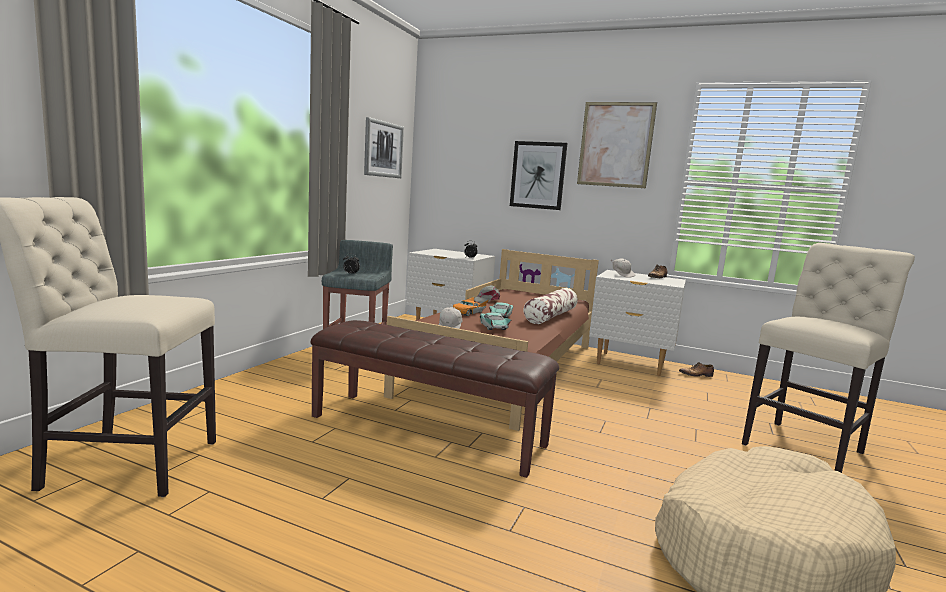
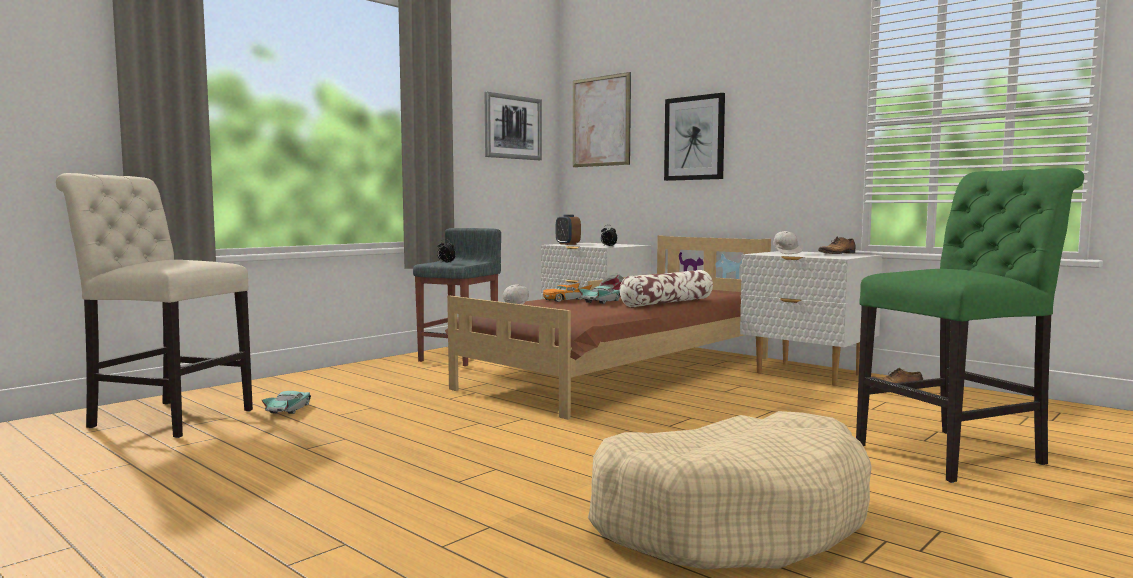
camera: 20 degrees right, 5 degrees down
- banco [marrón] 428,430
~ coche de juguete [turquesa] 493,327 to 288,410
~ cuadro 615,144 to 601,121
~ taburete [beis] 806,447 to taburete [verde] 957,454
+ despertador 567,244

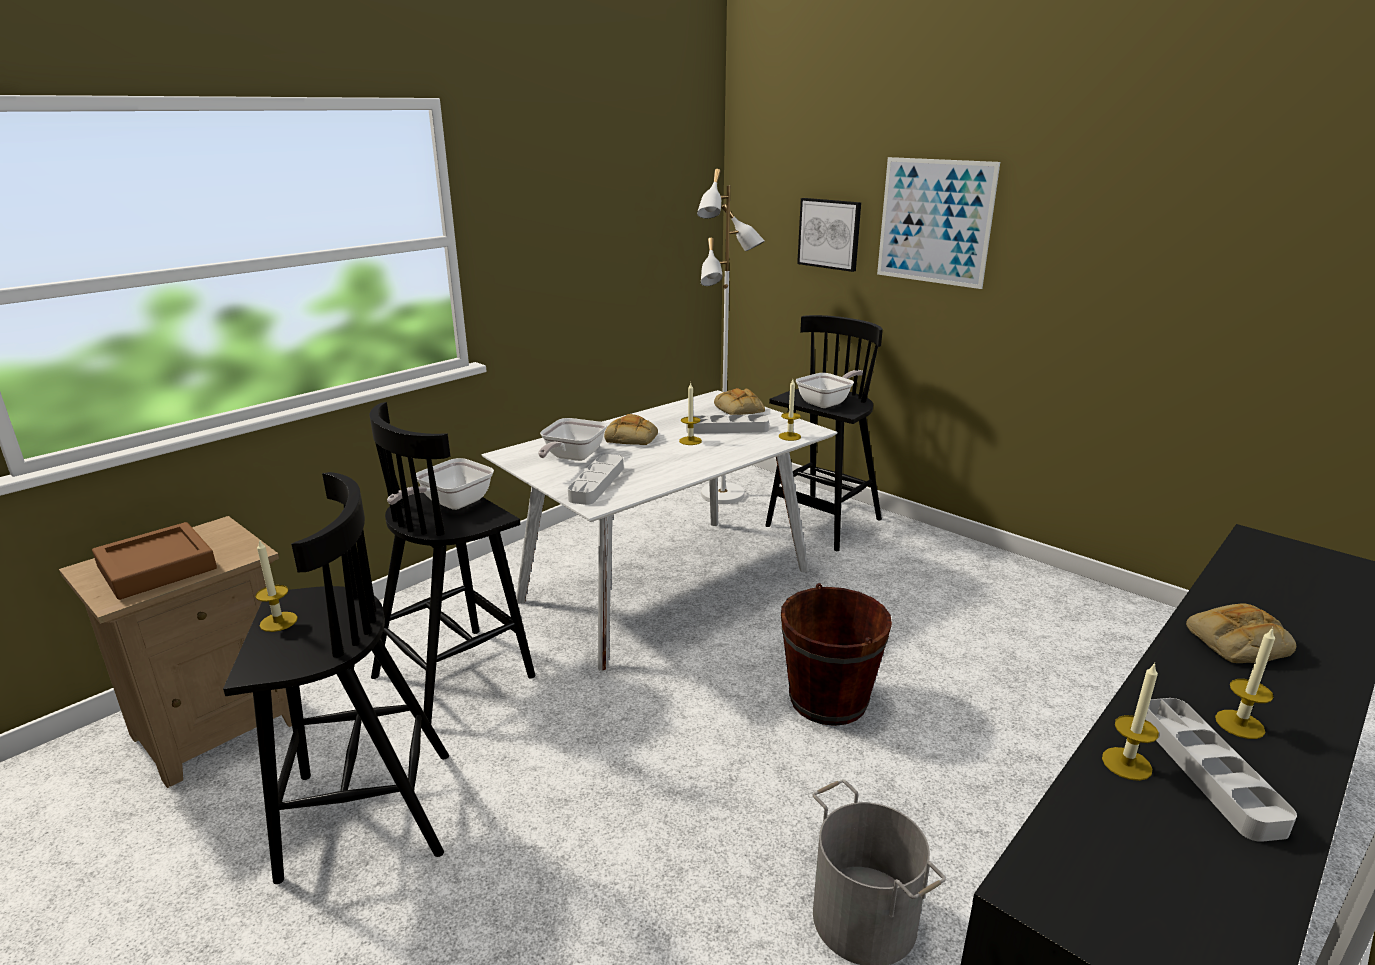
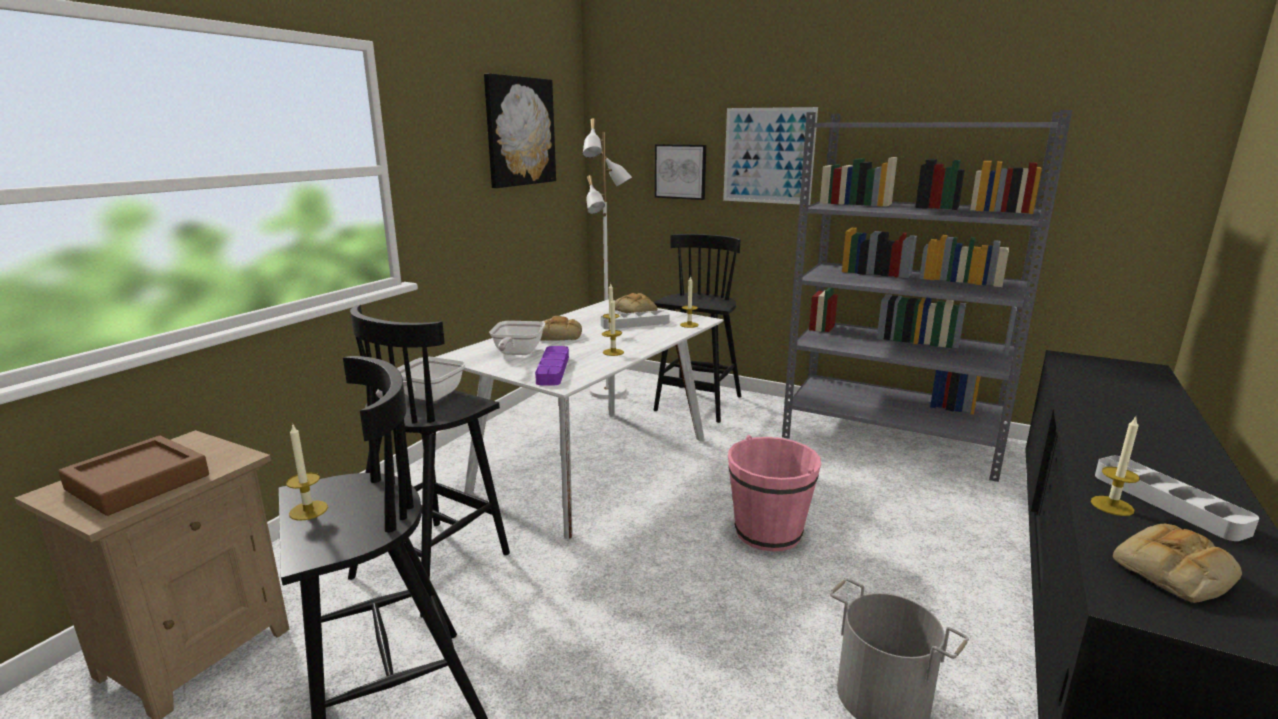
camera: 15 degrees left, 5 degrees down
~ bandeja [gris] 597,483 to bandeja [morado] 553,370
~ cubo [marrón] 828,700 to cubo [rosa] 768,532
- sartén 828,402
~ pan 1237,643 to 1174,573
~ vela 1239,724 to 613,352
+ cuadro 520,131
+ estantería [gris] 891,437

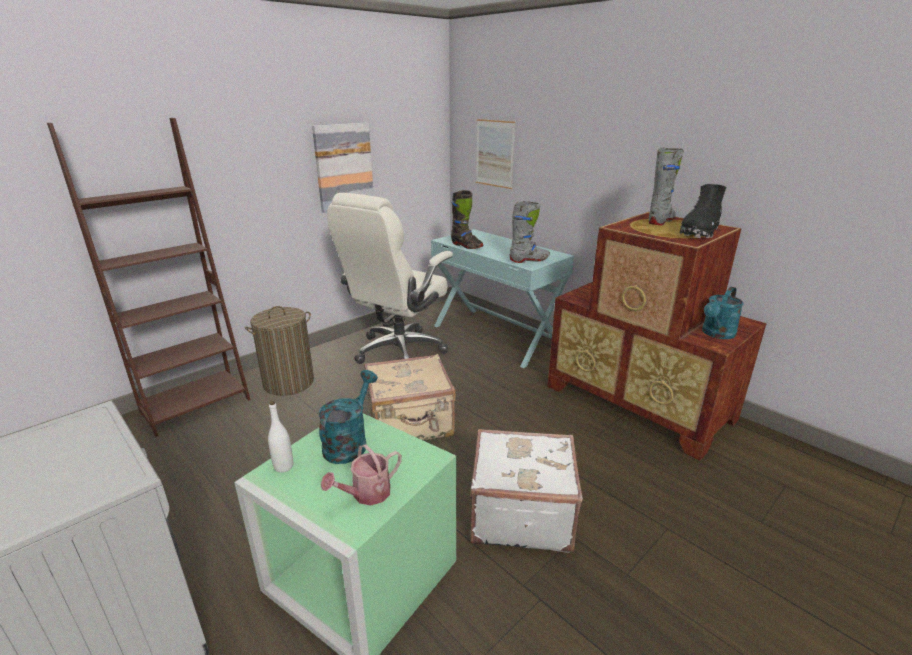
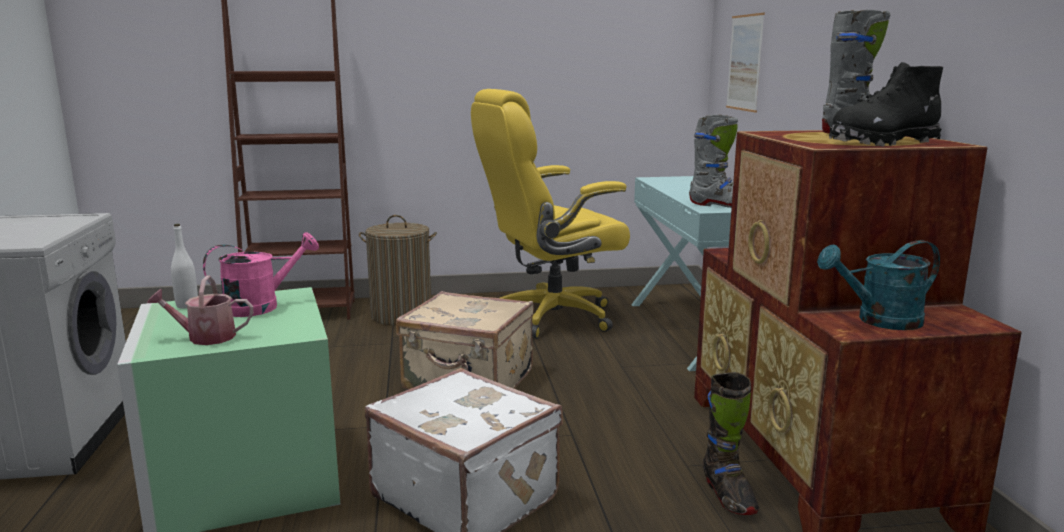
camera: 35 degrees right, 10 degrees down
- cuadro 343,167
~ regadera [turquesa] 349,443 to regadera [rosa] 261,306
~ silla de oficina [blanco] 398,352 to silla de oficina [amarillo] 551,318
~ bota [negro] 466,246 to 728,495

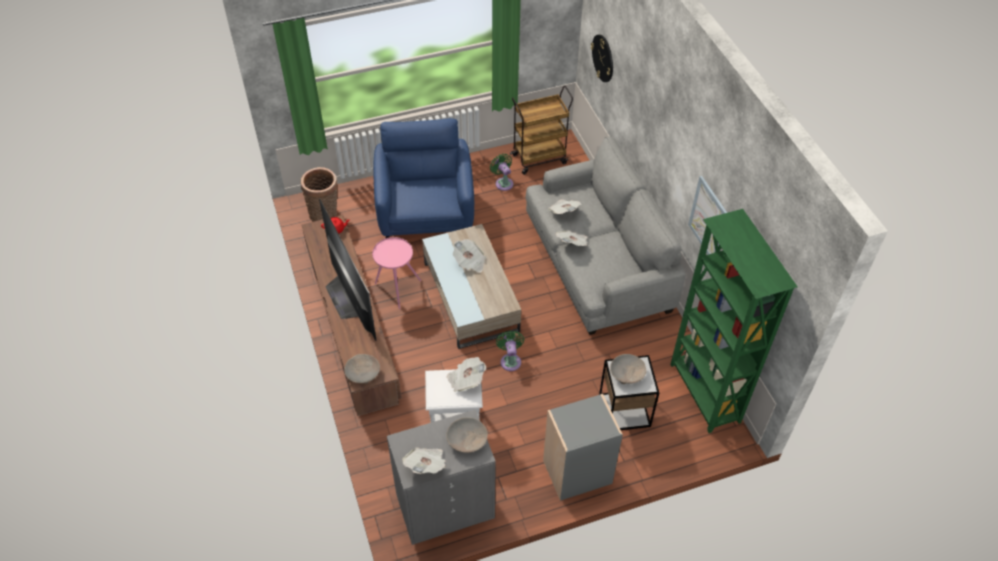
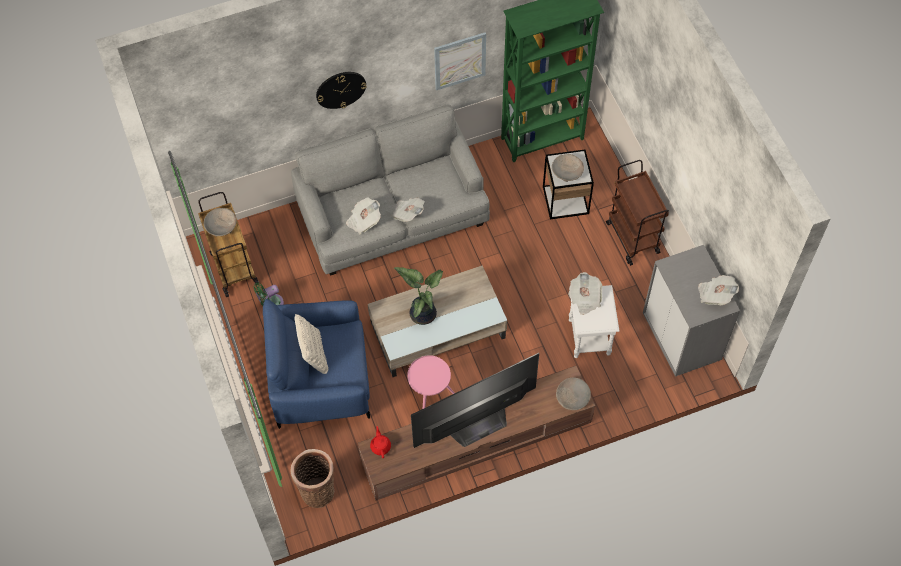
camera: 90 degrees left, 10 degrees up
~ cuenco [beis] 466,439 to 221,226
~ periódico 470,262 to planta en maceta 422,312
- ventilador [verde] 510,360
~ estantería [gris] 577,473 to carrito [marrón] 633,238
~ reloj de pared 603,58 to 340,89
+ cojín [beis] 313,354

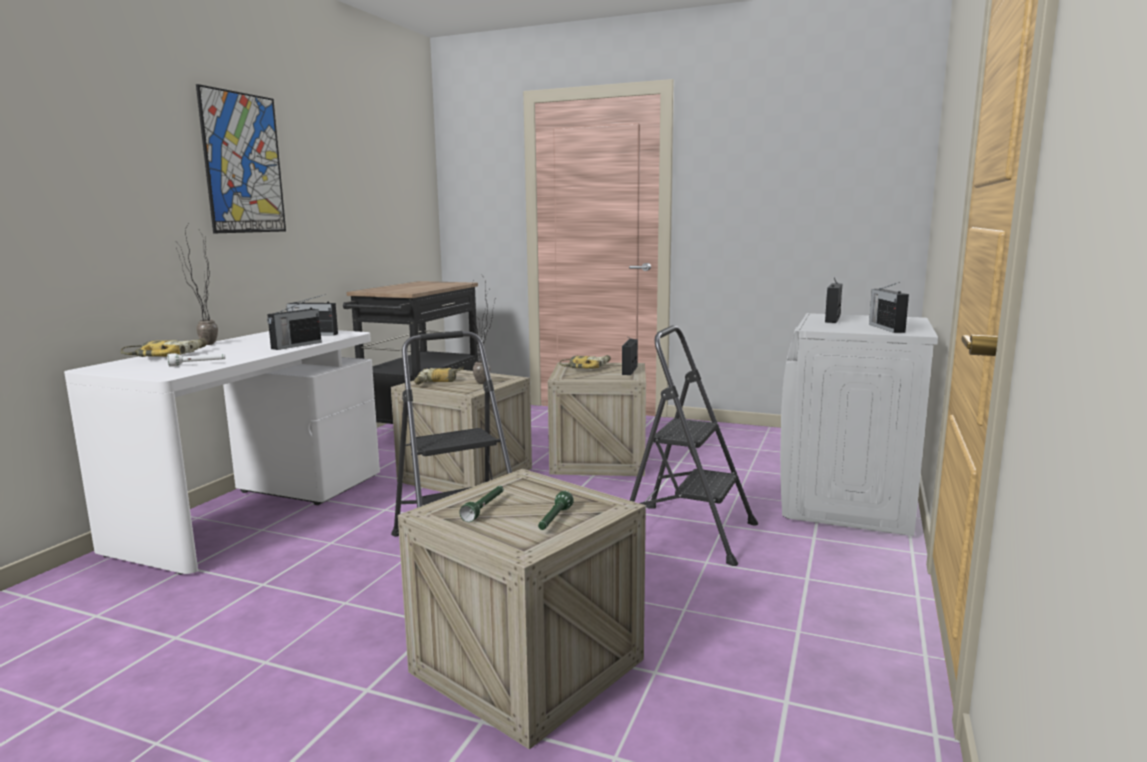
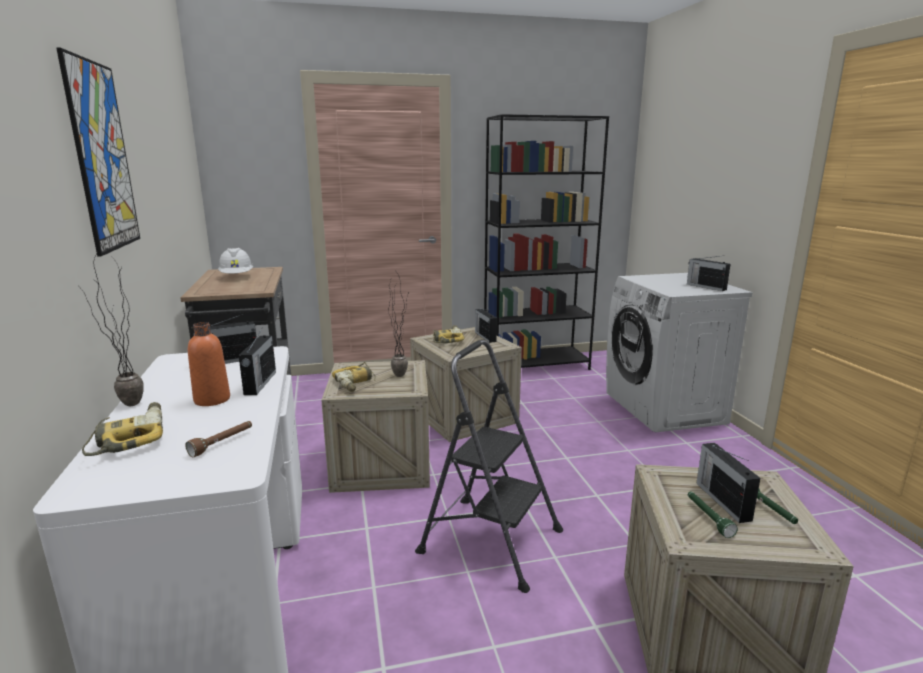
camera: 35 degrees left, 5 degrees up
~ linterna [blanco] 198,364 to linterna [marrón] 222,443
- escalera de tijera [negro] 683,531
~ radio 833,319 to 722,500
+ botella [naranja] 212,400
+ casco [blanco] 237,277
+ estantería [negro] 536,365

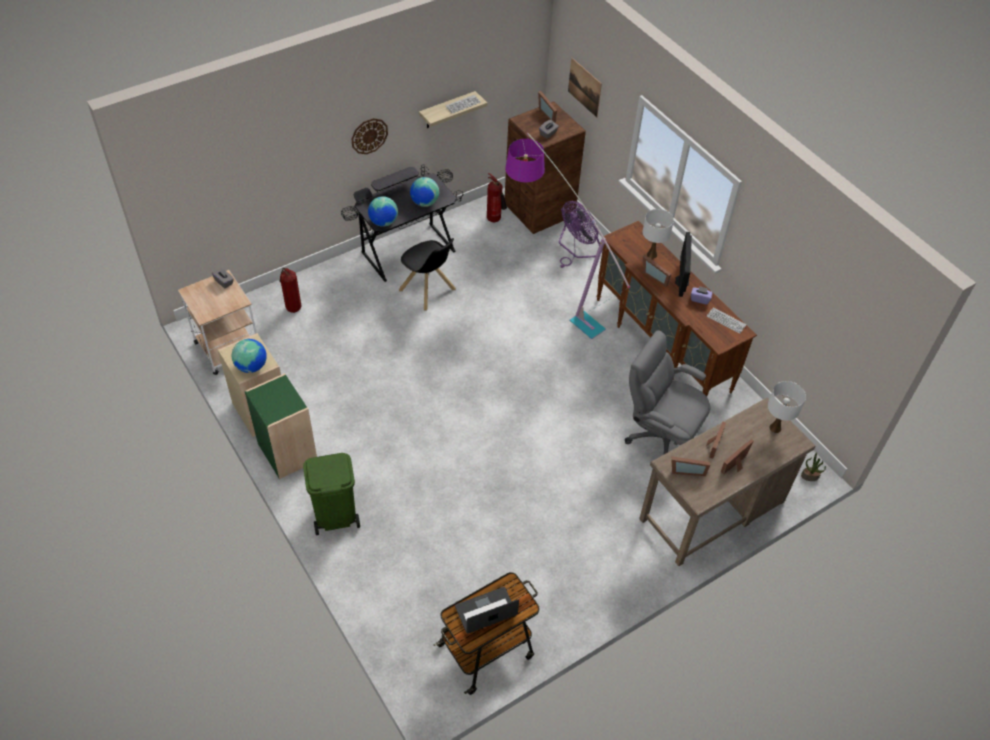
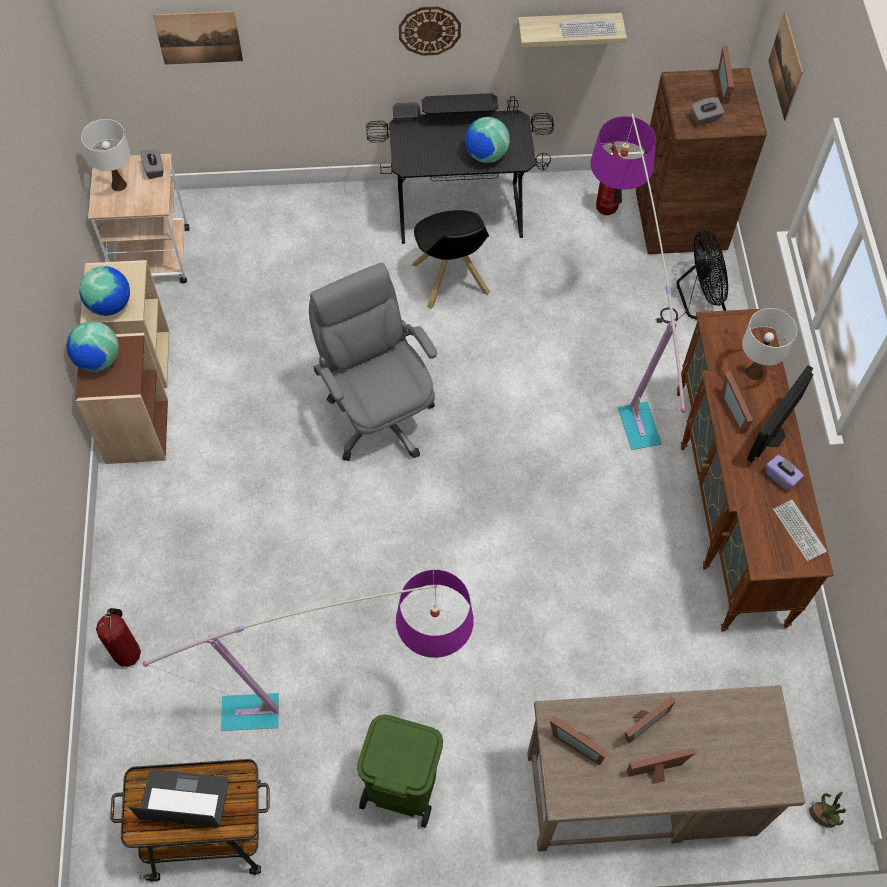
camera: 30 degrees right, 10 degrees up
~ estantería [verde] 286,451 to estantería [marrón] 136,430
~ extintor 292,307 to 127,652
~ papelera [verde] 335,515 to 401,787
~ globo terráqueo 383,222 to 98,360
~ ventilador [morado] 574,248 to ventilador [negro] 694,300
~ silla de oficina [gris] 659,437 to 377,412
~ lámpara de mesa [blanco] 775,428 to 119,185
+ lámpara de pie 352,707
+ cuadro 199,37

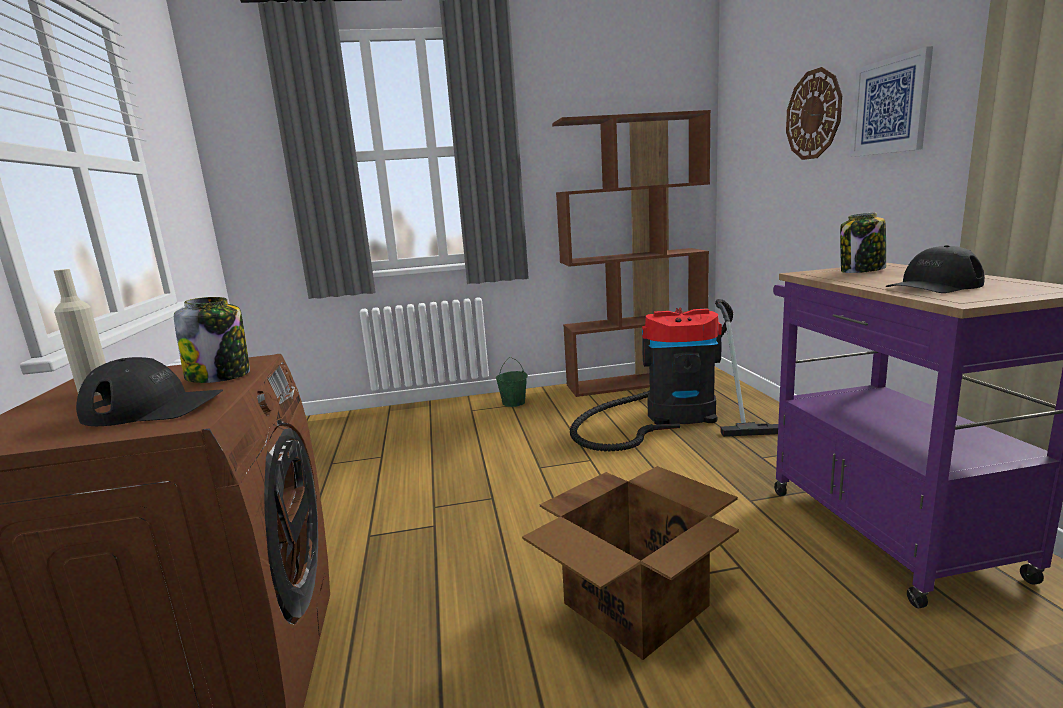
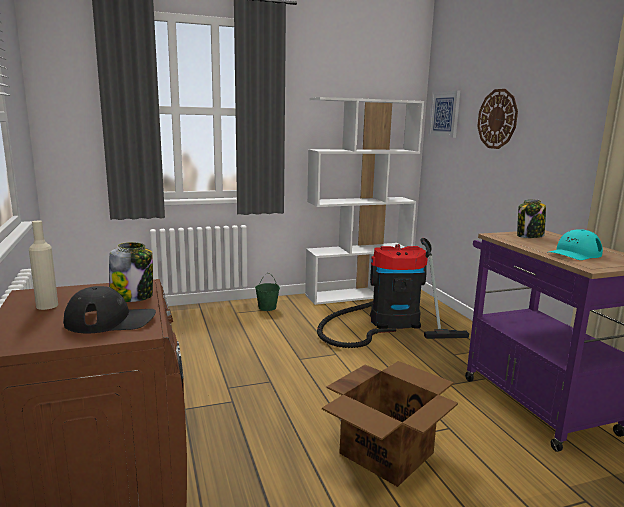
camera: 10 degrees left, 0 degrees up
~ estantería [marrón] 636,382 to estantería [blanco] 357,294
~ cuadro 890,106 to 445,114
~ gorra [negro] 933,286 to gorra [turquesa] 574,254

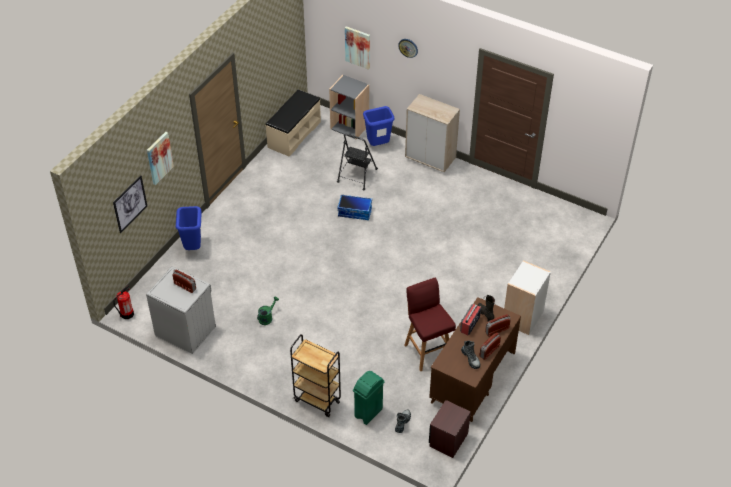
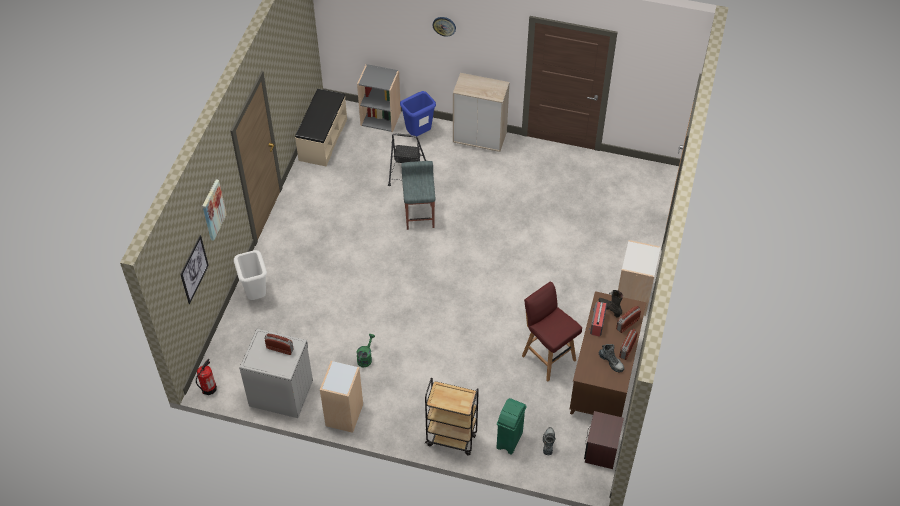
camera: 15 degrees left, 5 degrees up
~ papelera [azul] 193,247 to papelera [blanco] 256,294
~ caja de almacenaje 355,212 to taburete [gris] 419,216
- cuadro 358,47
+ estantería 344,415

